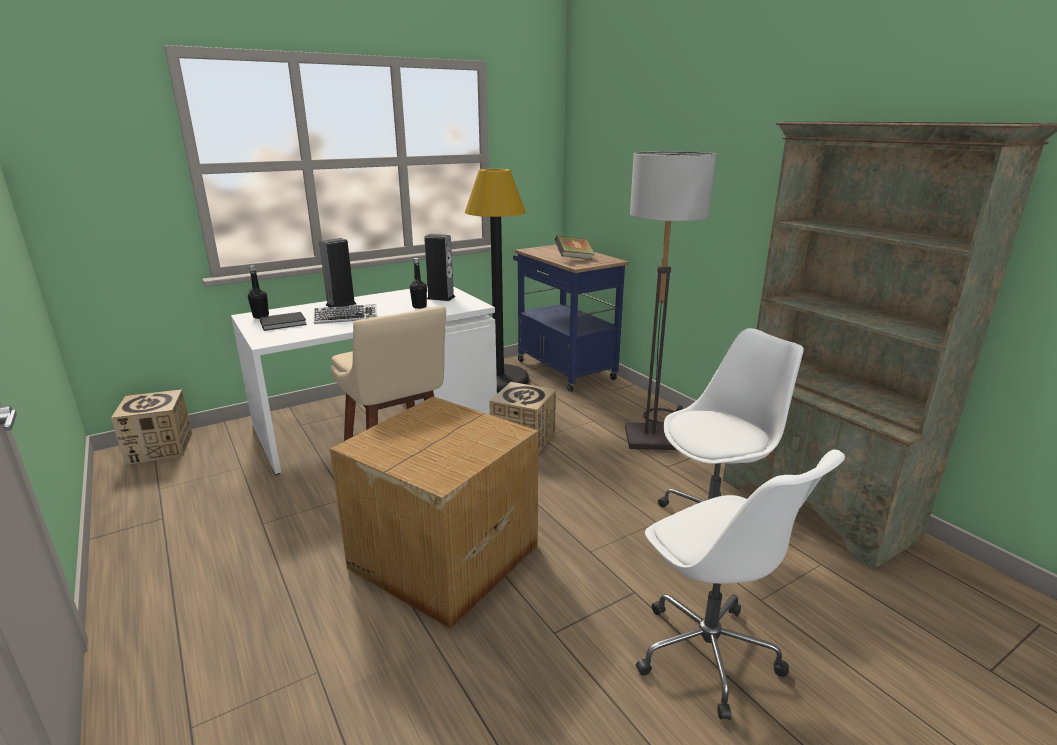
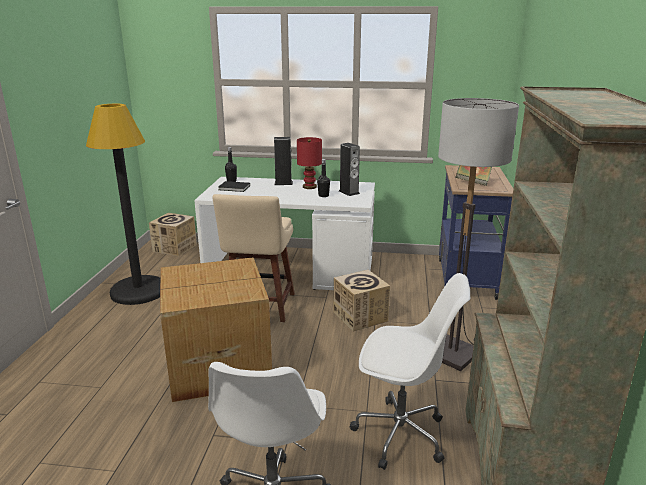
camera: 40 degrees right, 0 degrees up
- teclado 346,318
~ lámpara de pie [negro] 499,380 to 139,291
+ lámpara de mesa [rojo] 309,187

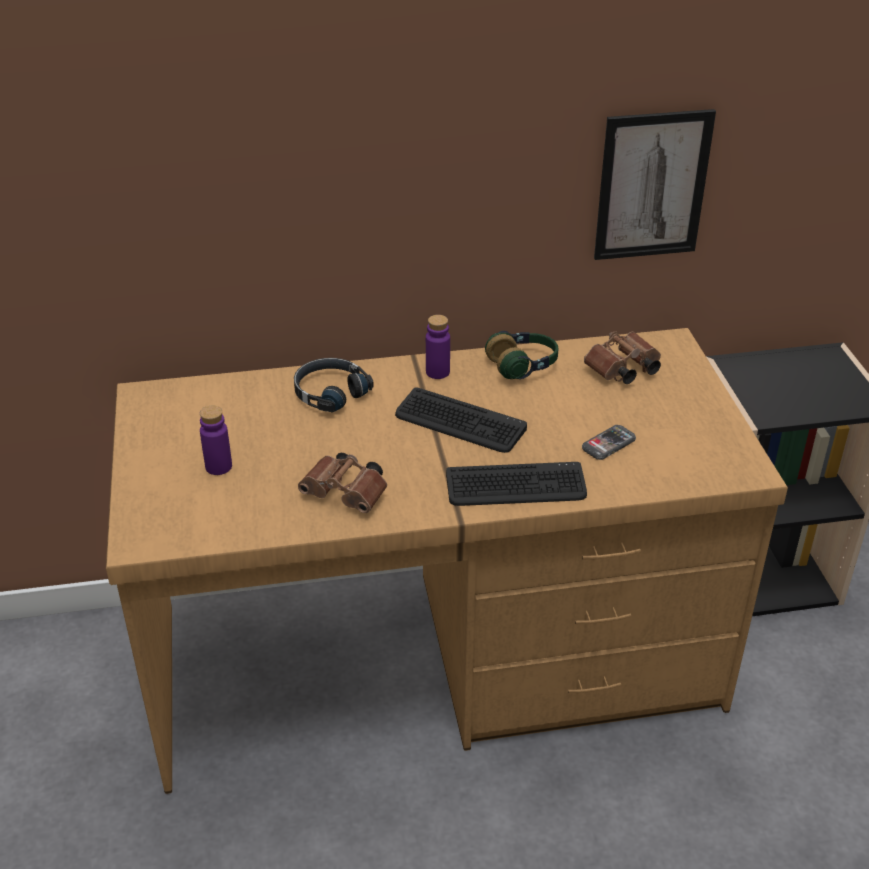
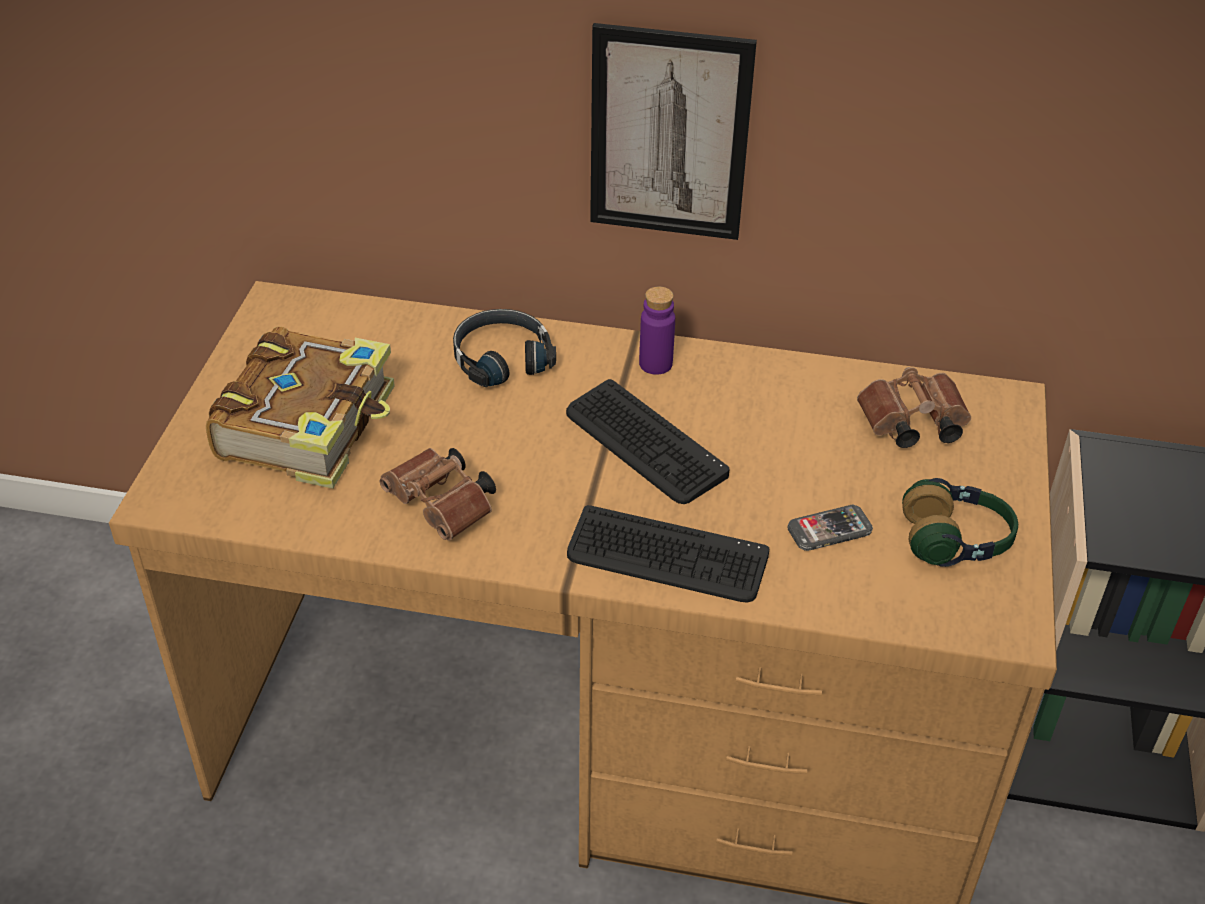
camera: 20 degrees right, 5 degrees up
~ botella [morado] 218,466 to libro 310,424
~ auriculares 523,366 to 956,541
~ cuadro 652,185 to 669,134

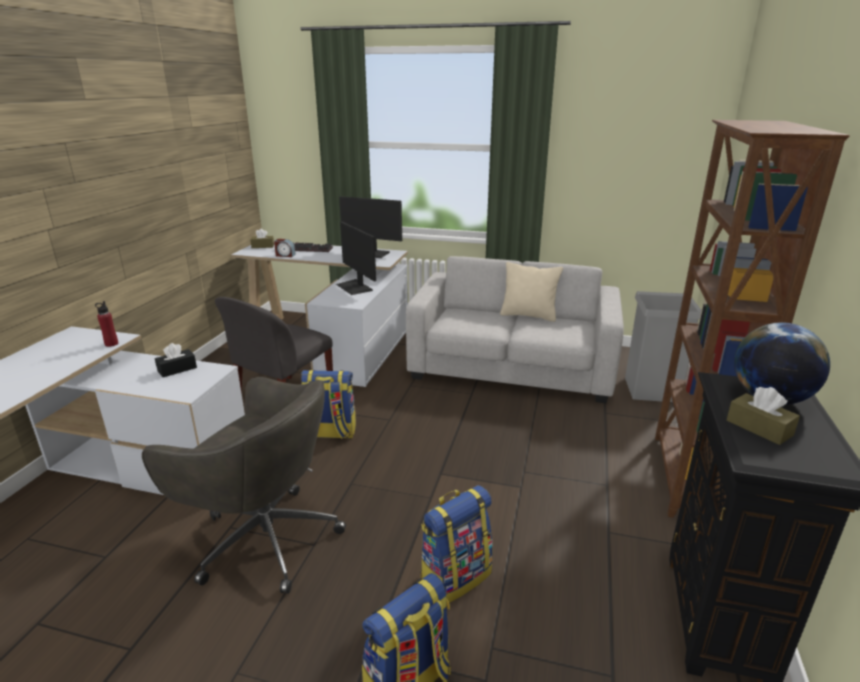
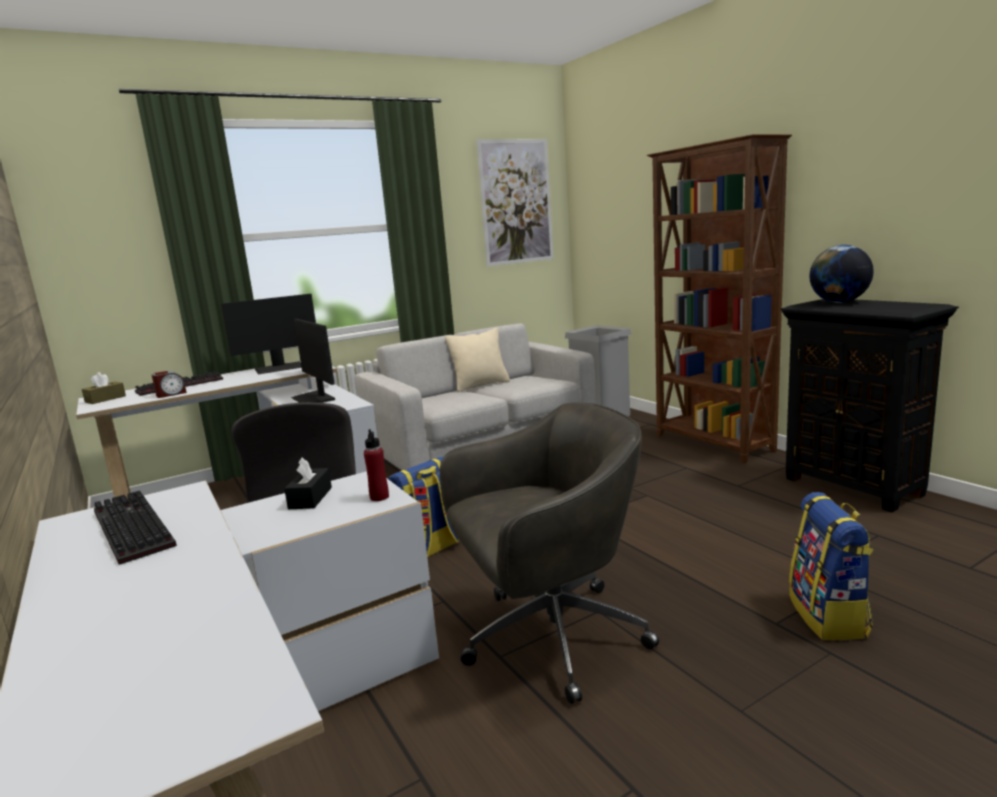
camera: 45 degrees left, 10 degrees down
~ botella [rojo] 111,344 to 379,497
~ monitor 355,287 = 314,398 45 degrees clockwise
- mochila 455,576
- caja de pañuelos [marrón] 759,428
+ teclado 128,529
+ cuadro 516,202

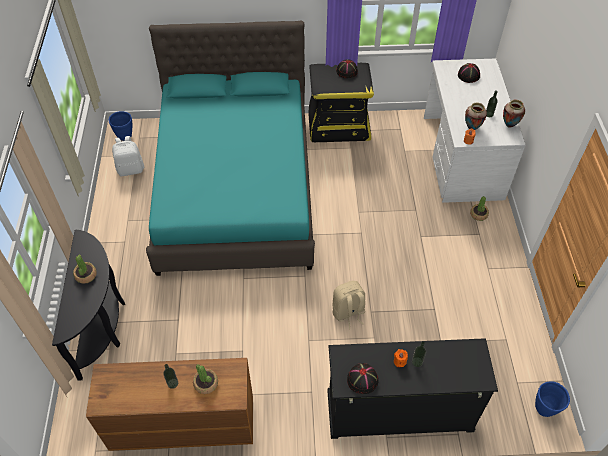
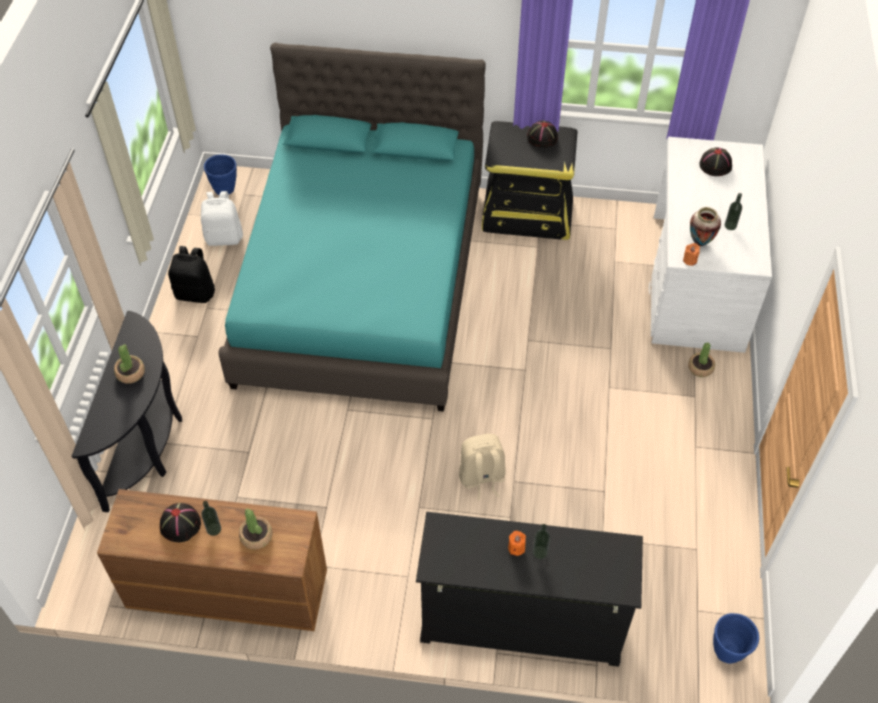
camera: 10 degrees right, 0 degrees up
~ sombrero [negro] 362,379 to 181,524
- florero 509,125
+ mochila [negro] 196,293

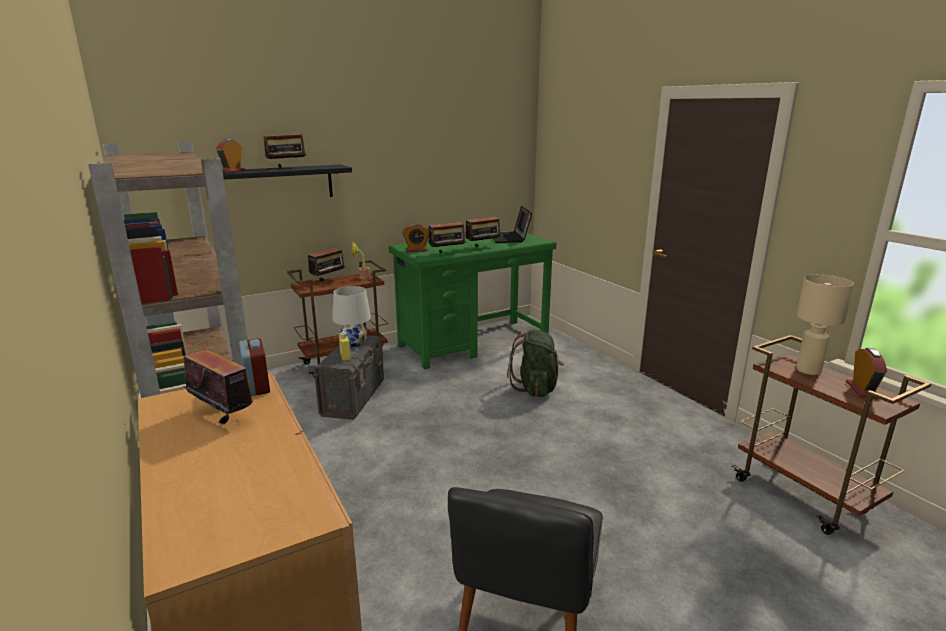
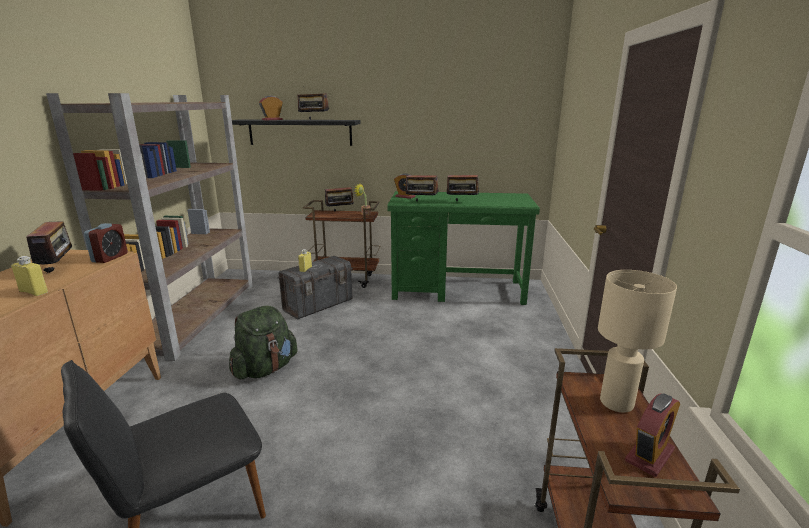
camera: 35 degrees right, 0 degrees up
- lámpara de mesa [blanco] 354,343
- portátil 509,238
~ mochila [verde] 536,388 to 265,369
+ botella [amarillo] 33,292

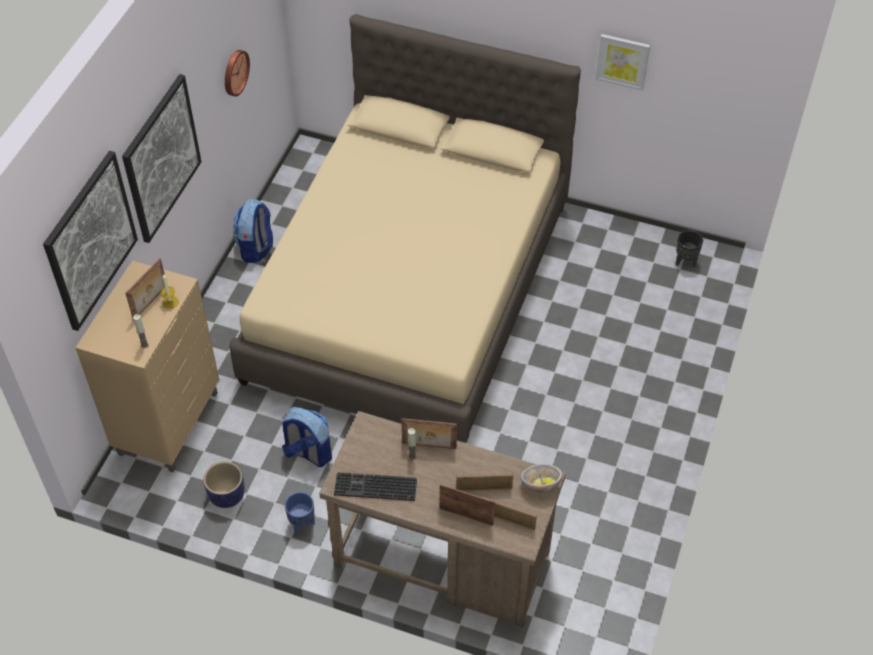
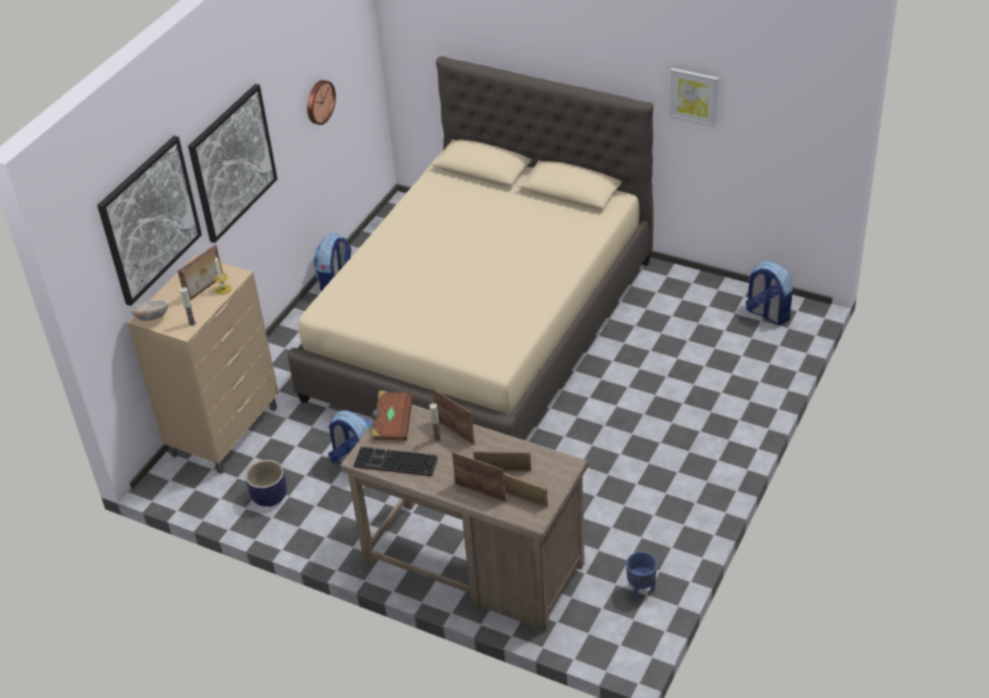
camera: 10 degrees right, 10 degrees down
~ maceta [azul] 302,524 to 641,590
~ portarretratos 429,446 = 455,431 150 degrees counterclockwise
~ cuenco 540,484 to 151,318
~ maceta [negro] 685,261 to mochila 767,314
+ libro [marrón] 392,424

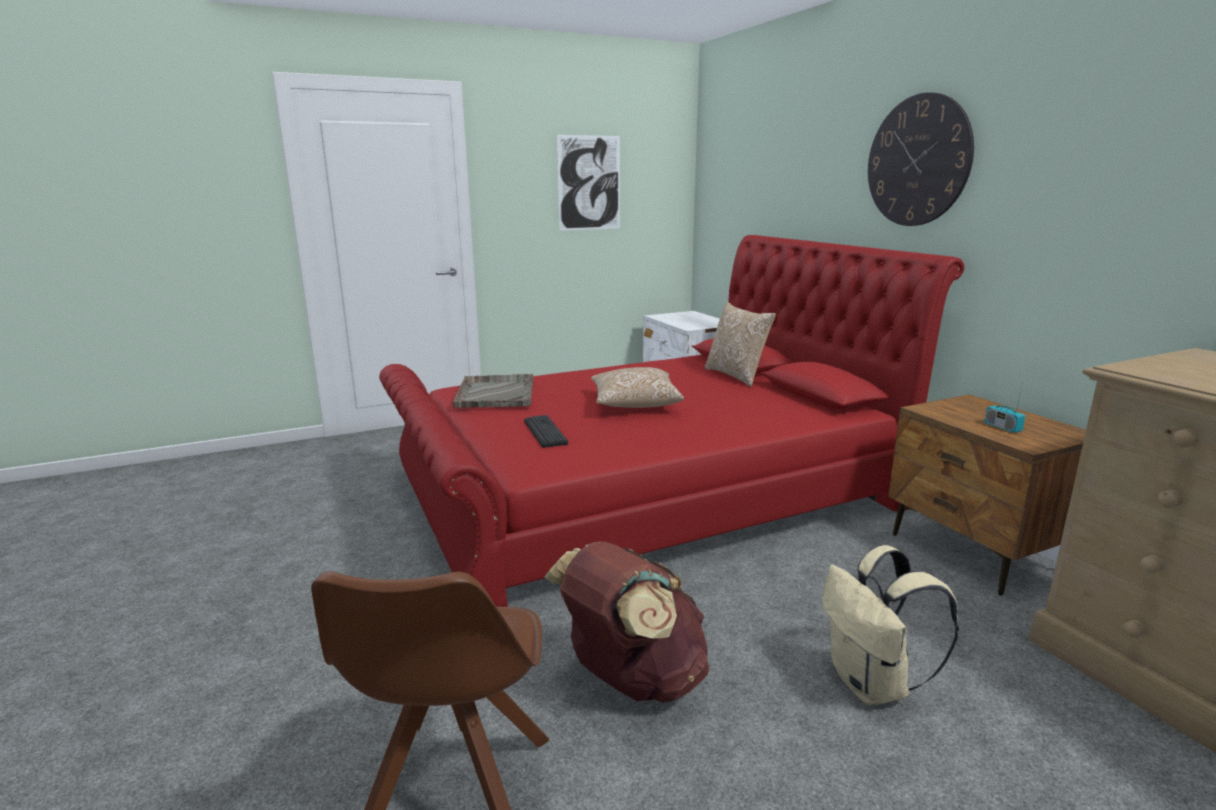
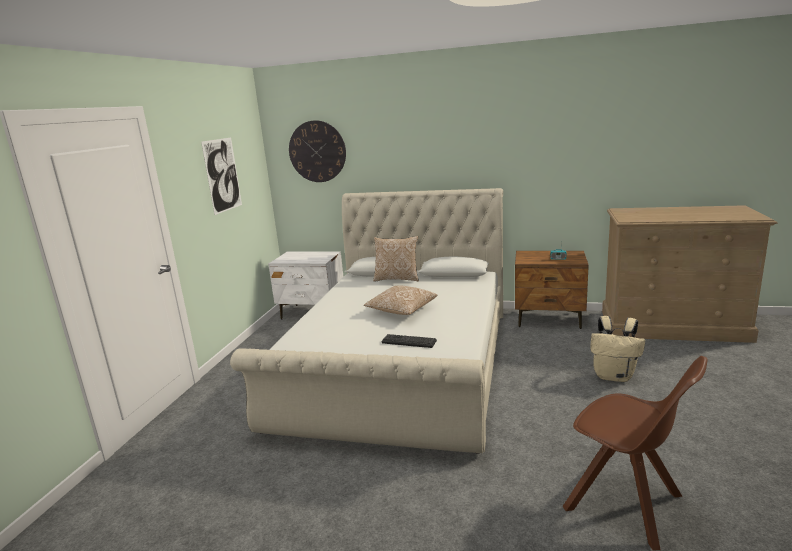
camera: 50 degrees left, 0 degrees up
~ cama [rojo] 646,489 to cama [beis] 401,362
- bandeja [gris] 496,393
- mochila [marrón] 631,680
~ reloj de pared 918,161 to 317,151

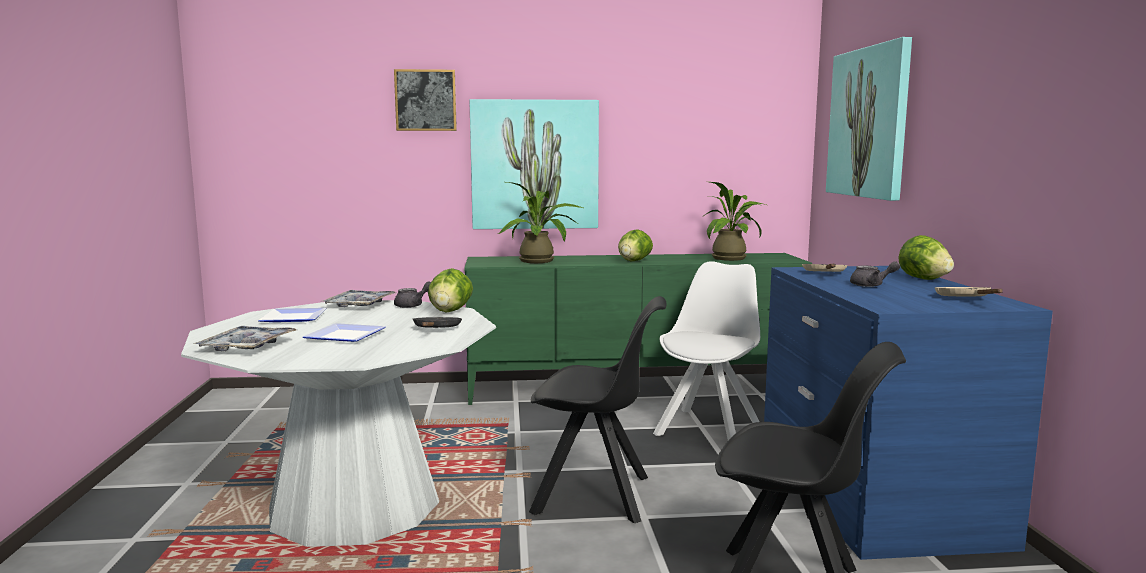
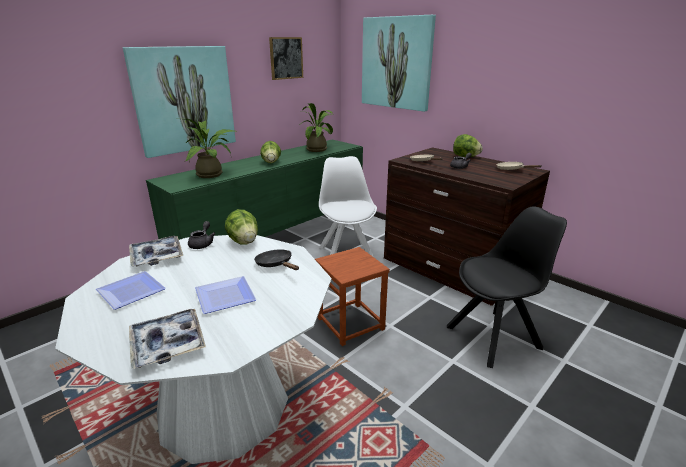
camera: 40 degrees left, 15 degrees up
~ cuadro 425,100 to 286,58
~ silla [negro] 595,495 to taburete [marrón] 351,323
~ cómoda [azul] 874,492 to cómoda [marrón] 453,266

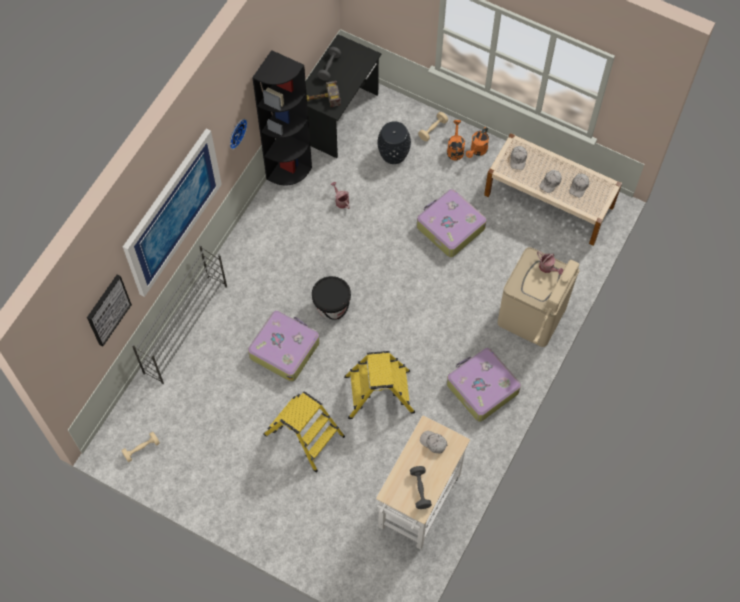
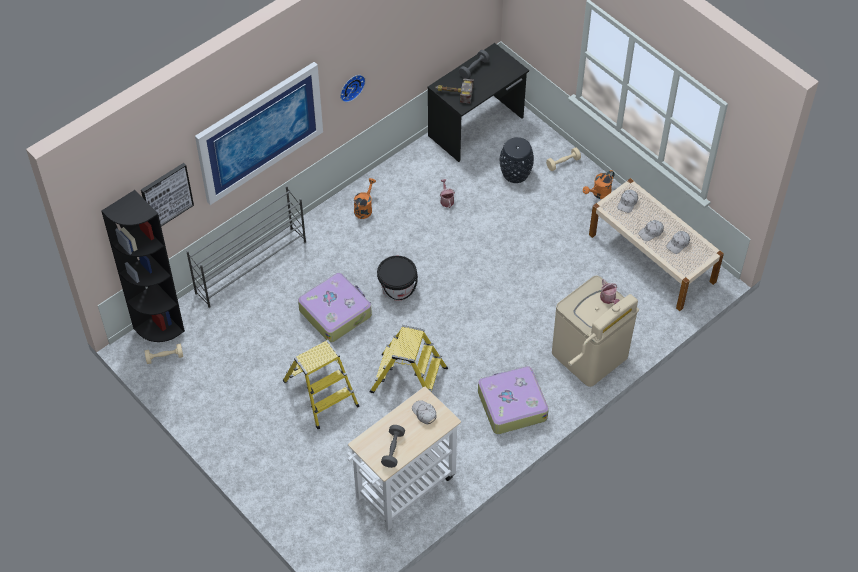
camera: 20 degrees right, 10 degrees down
~ estantería [negro] 289,174 to 160,331
- maleta 449,227
~ regadera [naranja] 455,149 to 364,208

